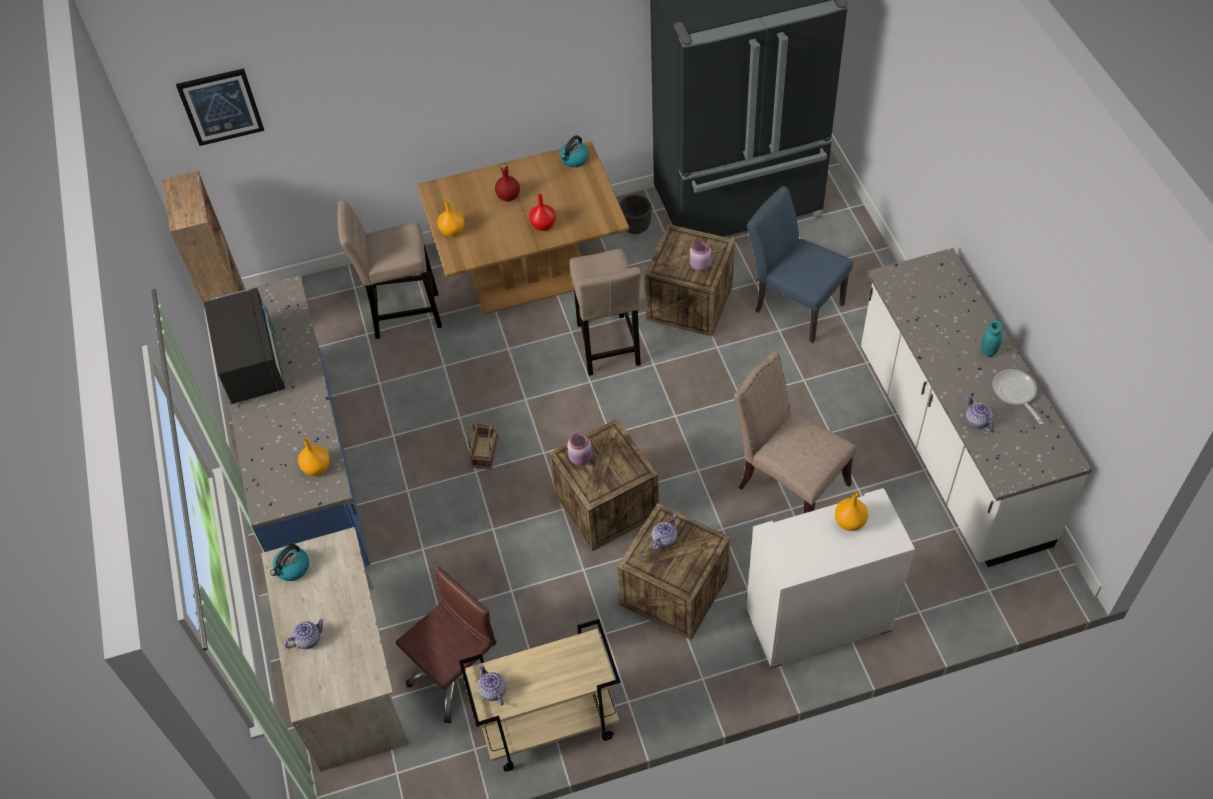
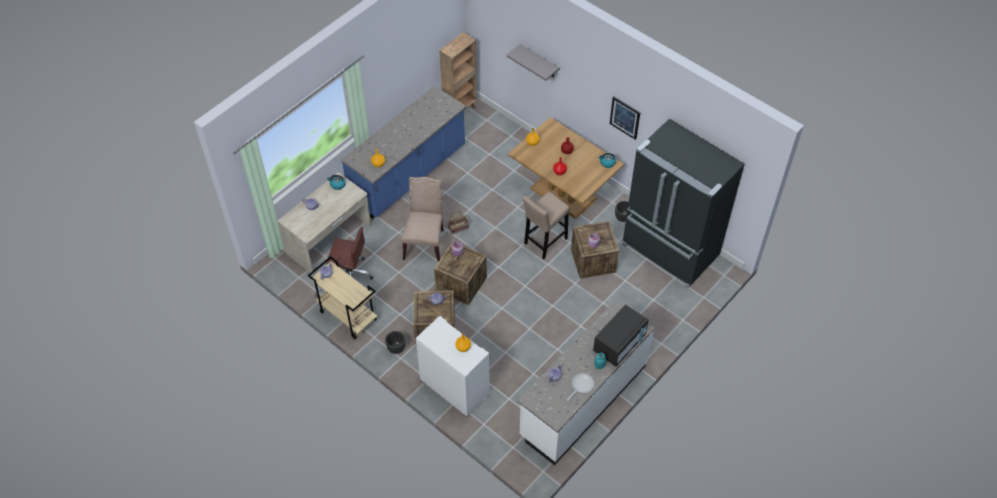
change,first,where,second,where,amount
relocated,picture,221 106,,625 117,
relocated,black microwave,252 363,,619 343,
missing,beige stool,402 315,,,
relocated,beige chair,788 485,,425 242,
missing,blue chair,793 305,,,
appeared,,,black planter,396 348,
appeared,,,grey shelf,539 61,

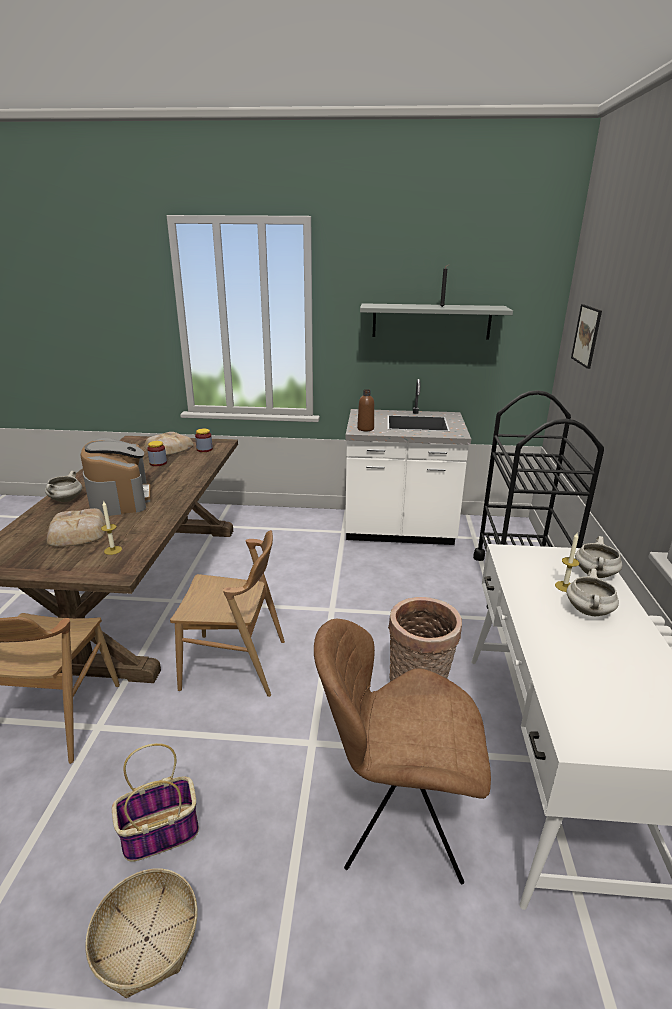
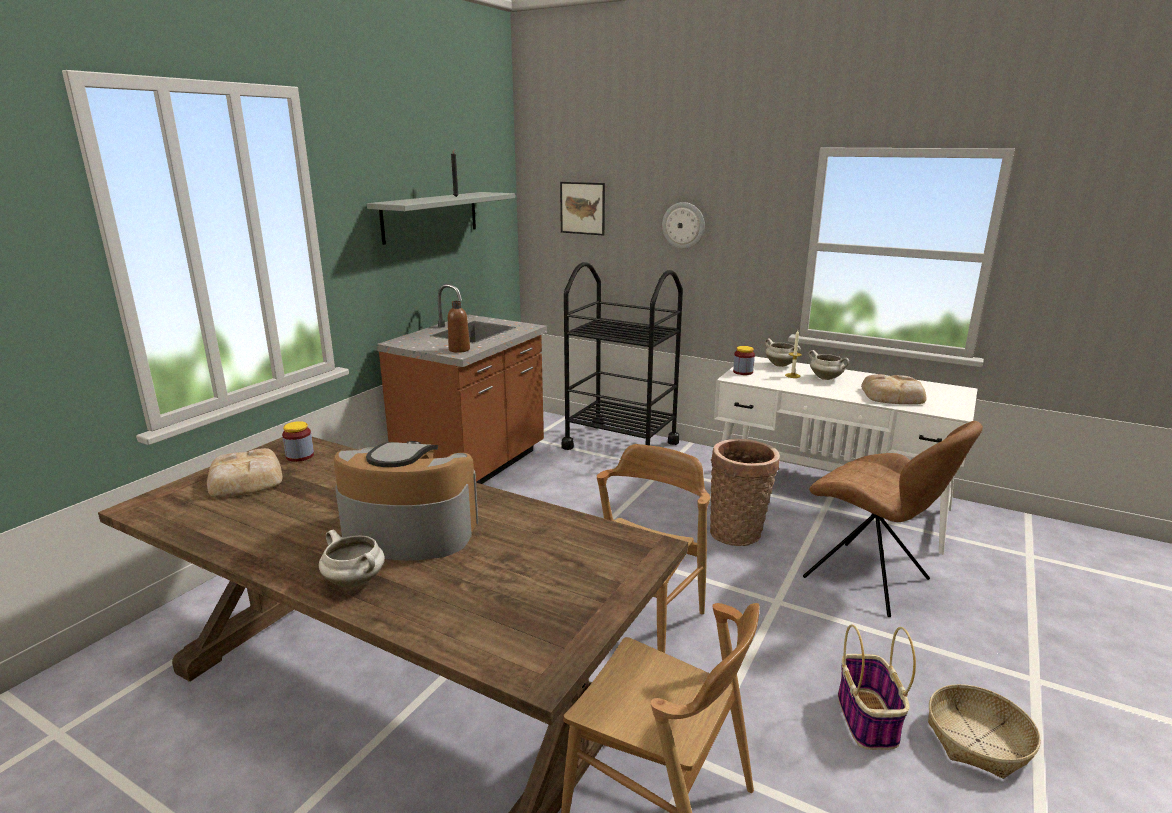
change,first,where,second,where,amount
relocated,bread,77 533,,894 396,
missing,candle,113 550,,,
relocated,jar,158 463,,743 372,
spun,brown chair,397 820,,870 580,75 degrees counterclockwise
colour,white counter,399 530,brown counter,474 467,
appeared,,,wall clock,683 225,

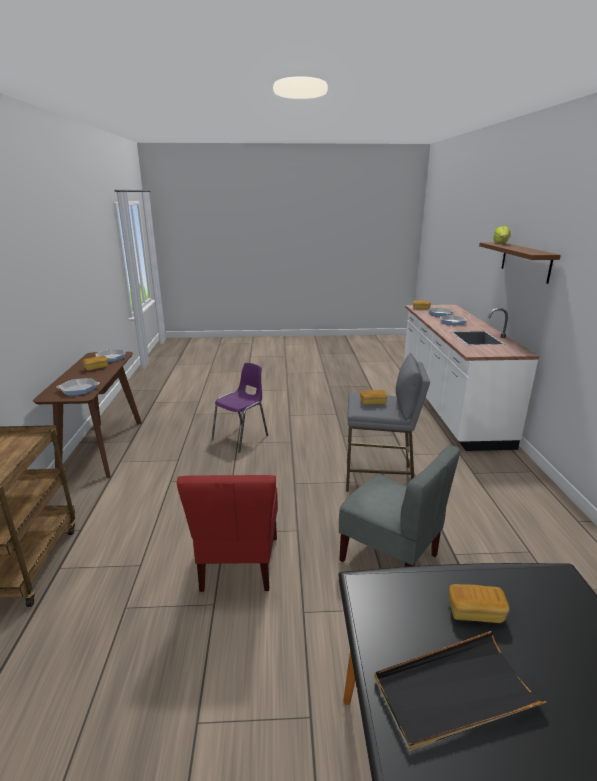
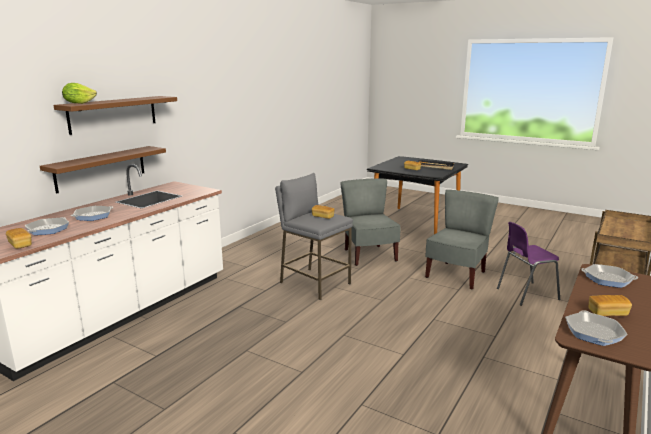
change,first,where,second,where,amount
colour,red chair,238 564,grey chair,457 275,
relocated,purple chair,241 437,,525 294,
appeared,,,brown shelf,101 168,

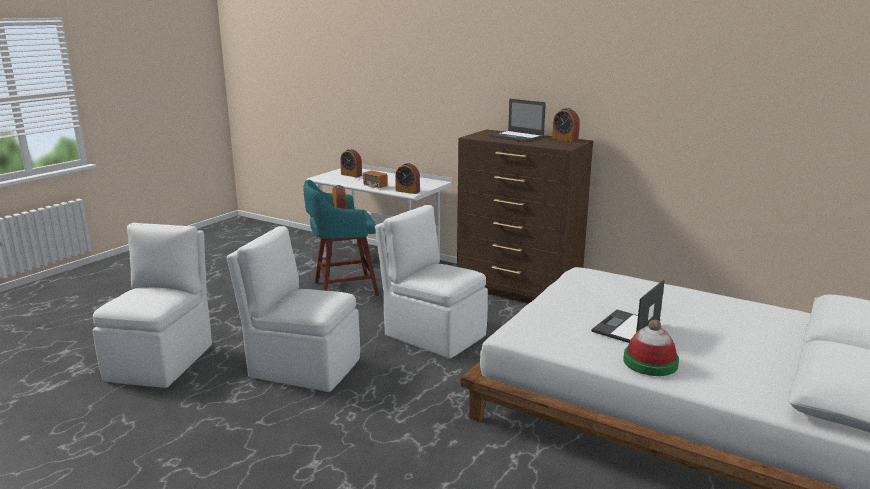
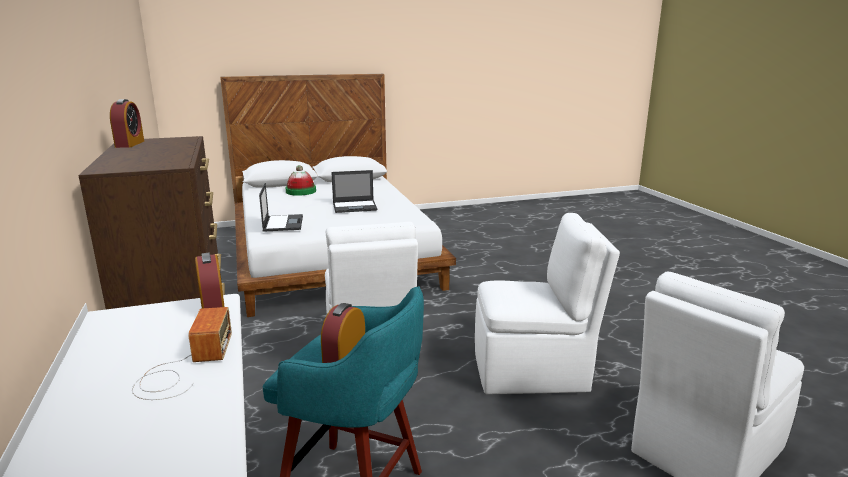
change,first,where,second,where,amount
spun,white chair,302 367,,533 371,60 degrees counterclockwise
missing,alarm clock,351 175,,,
relocated,laptop,517 137,,283 223,
relocated,hat,650 362,,301 191,

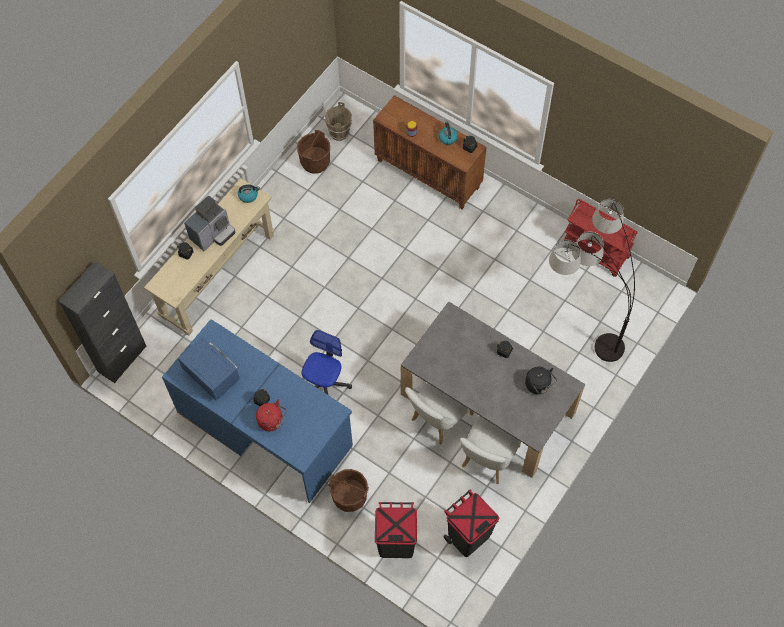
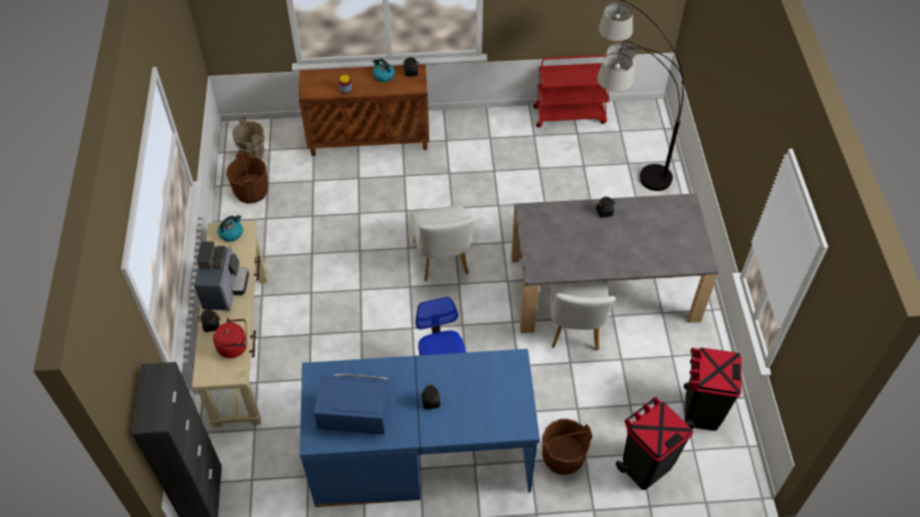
change,first,where,second,where,amount
relocated,red kettle,272 421,,235 346,
relocated,white chair,487 459,,442 261,
missing,black kettle,538 385,,,

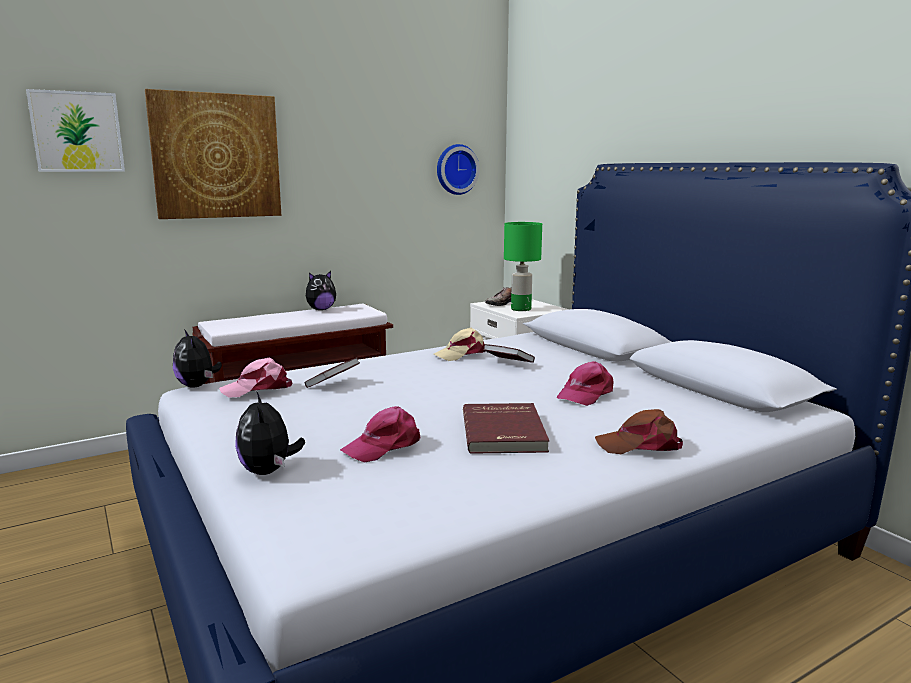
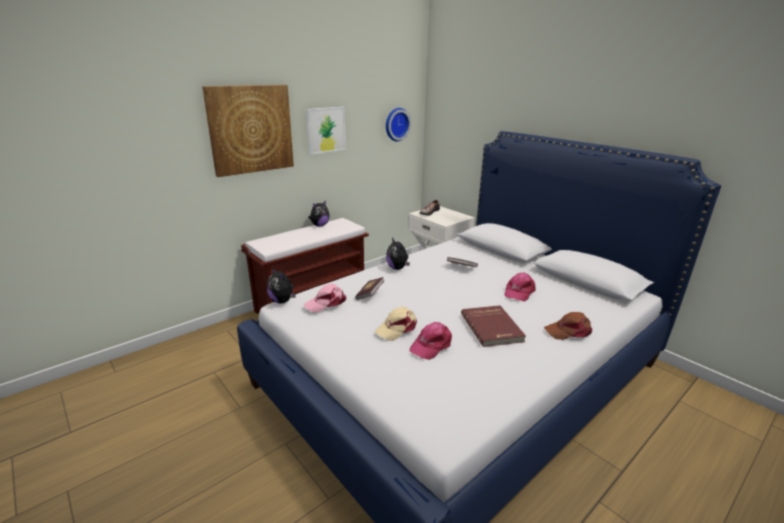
change,first,where,second,where,amount
relocated,picture,77 132,,326 130,
relocated,plush toy,269 471,,397 268,
relocated,beige cap,461 354,,397 328,
missing,green table lamp,520 309,,,

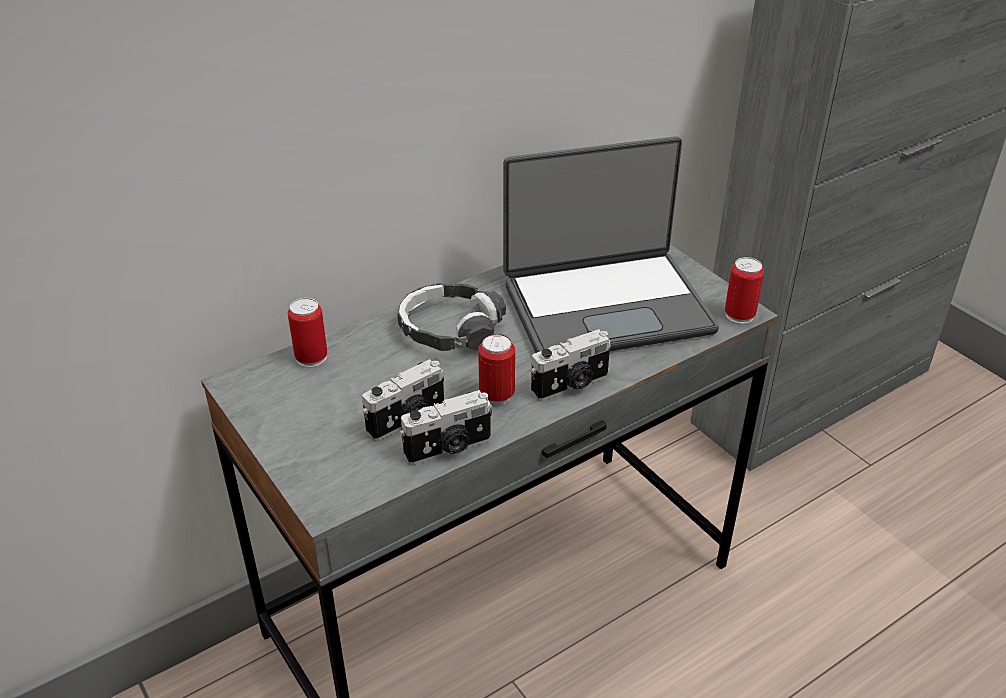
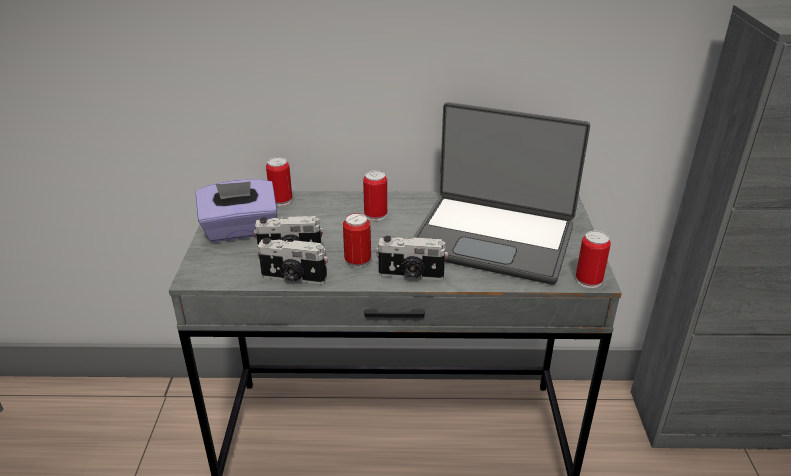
change,first,where,second,where,amount
exchanged,headphones,450 329,can,375 215,
appeared,,,purple tissue box,240 230,

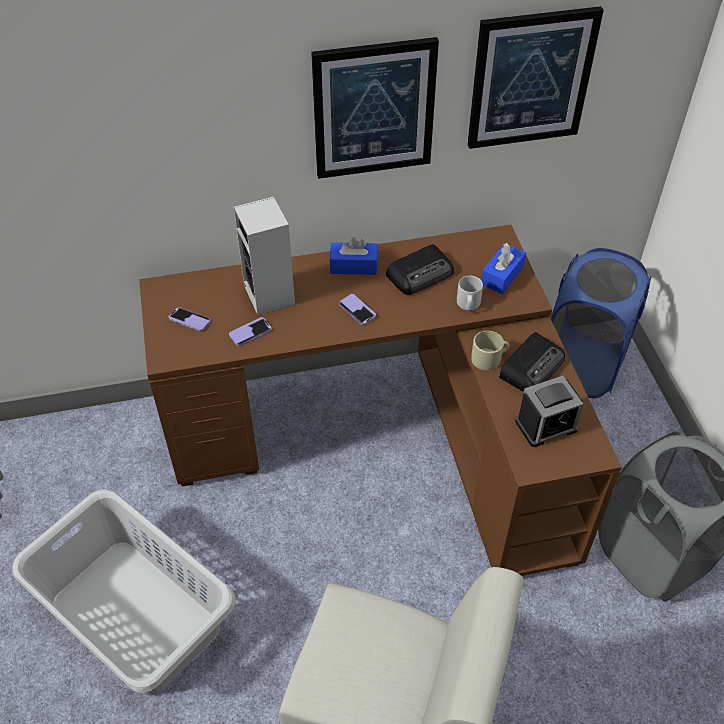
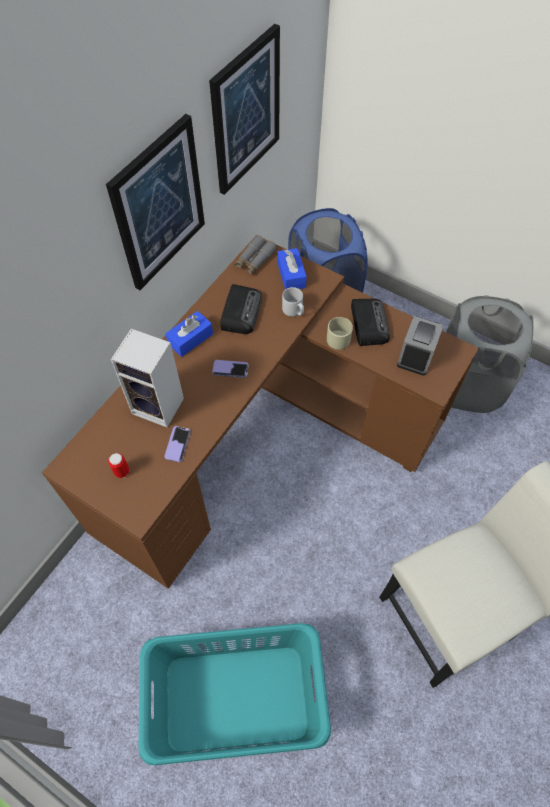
change,first,where,second,where,amount
colour,grey laundry basket,135 616,turquoise laundry basket,237 699,
exchanged,phone,189 320,can,122 471,
appeared,,,grey binoculars,254 260,

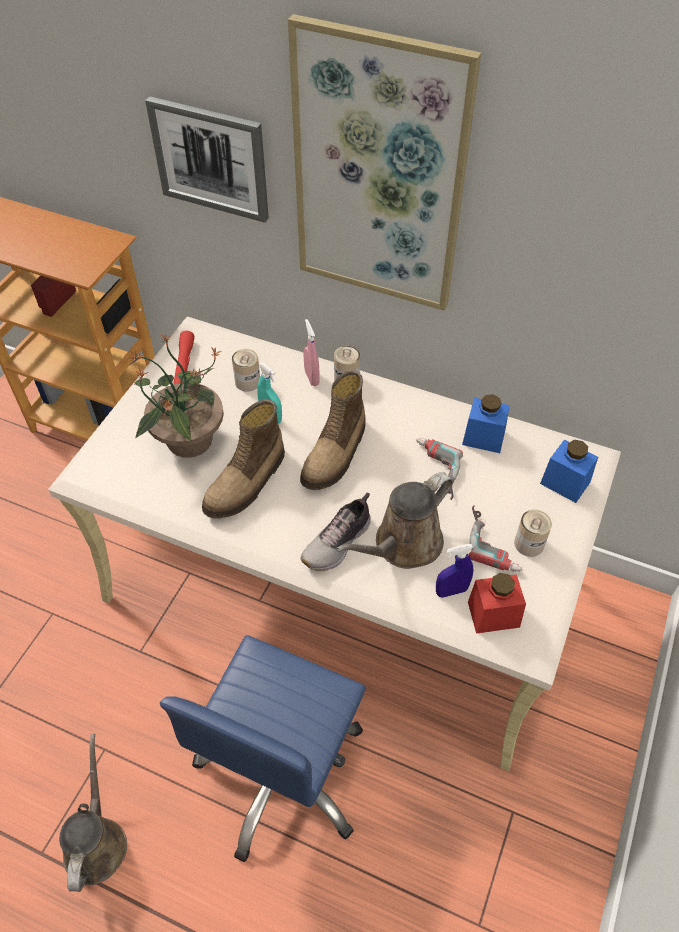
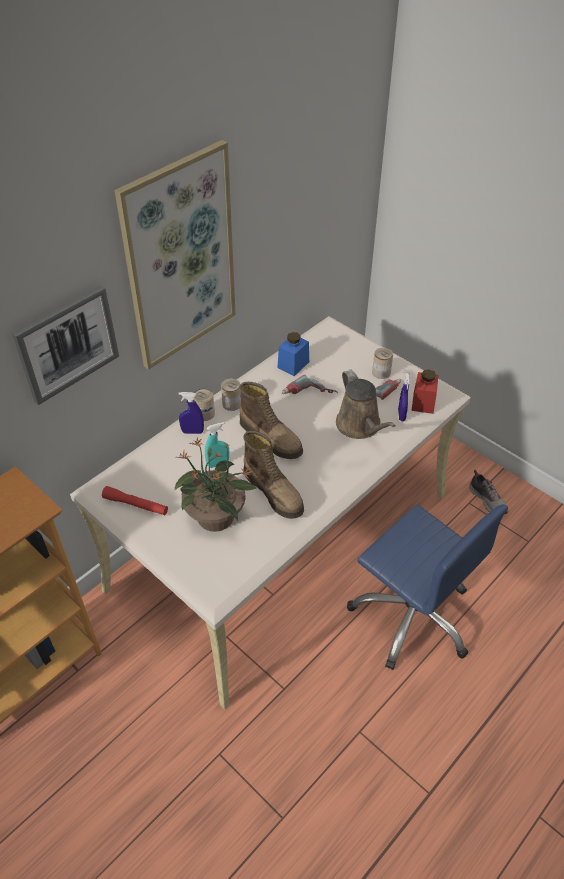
change,first,where,second,where,amount
missing,brown watering can,96 842,,,
relocated,can,247 382,,232 404,
relocated,shoe,338 543,,487 500,
colour,pink spray bottle,311 378,blue spray bottle,192 432,
missing,blue jar,565 483,,,

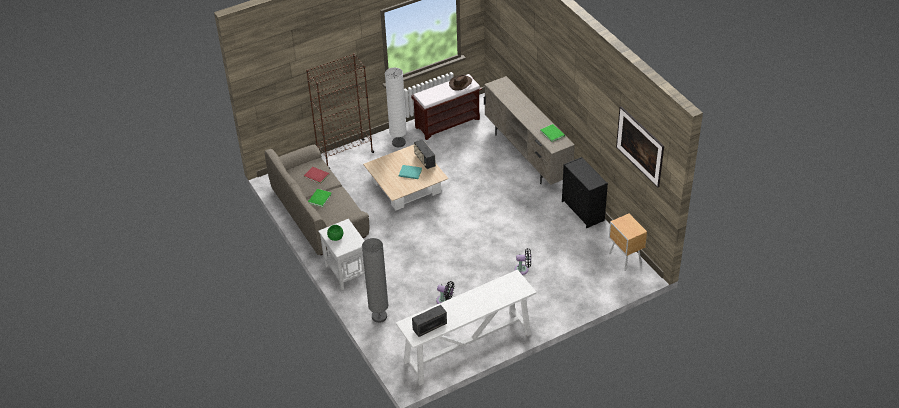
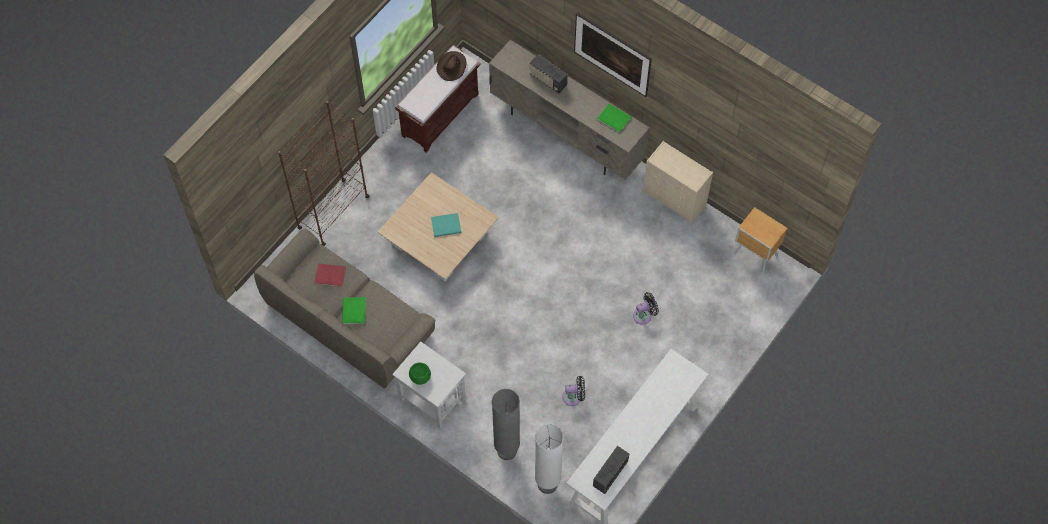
change,first,where,second,where,amount
relocated,white floor lamp,398 143,,547 484,
relocated,radio,424 160,,547 80,
colour,black dresser,583 211,beige dresser,675 199,
relocated,picture,639 156,,611 63,

